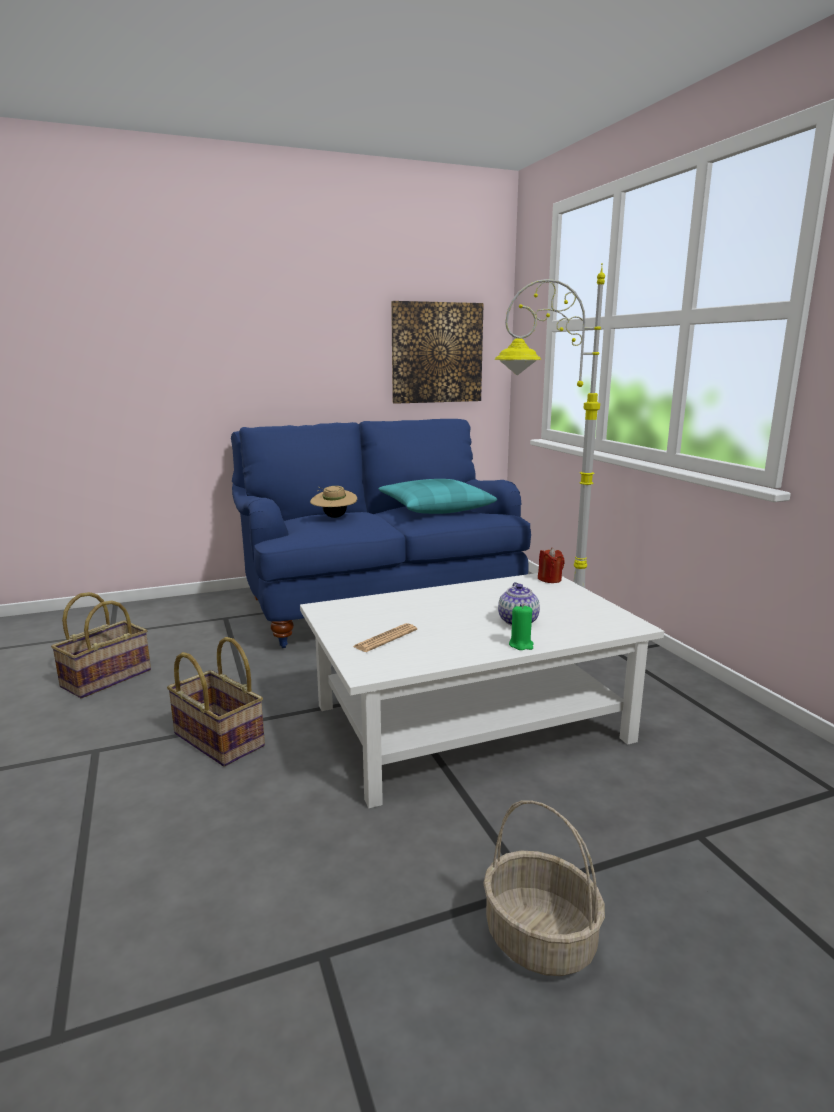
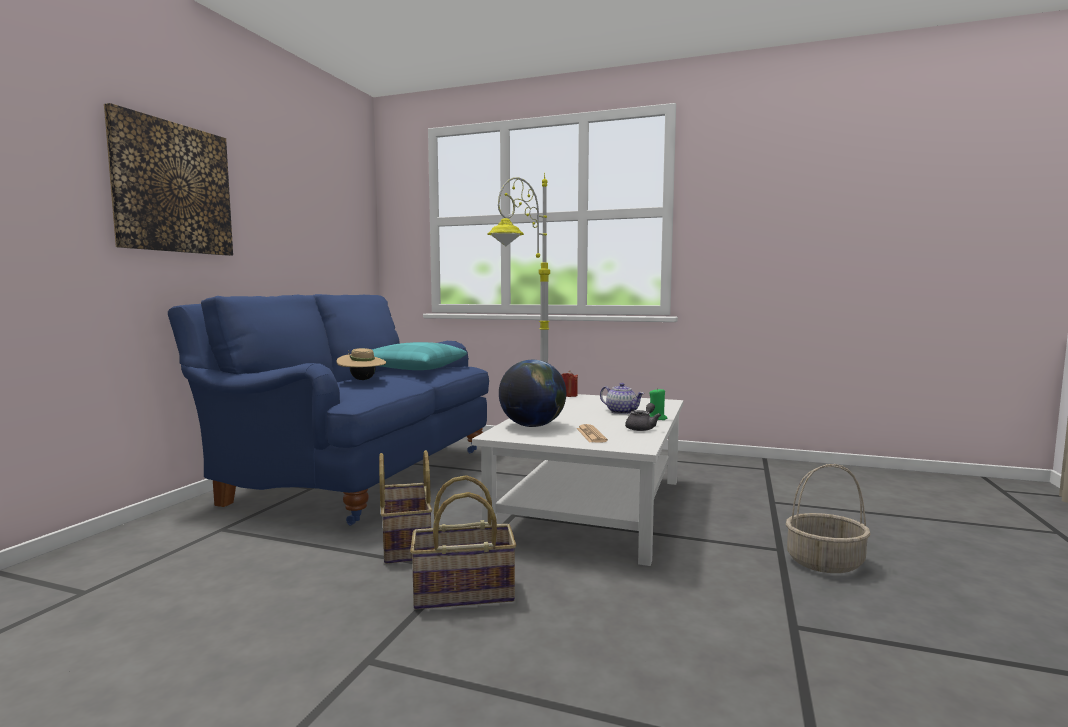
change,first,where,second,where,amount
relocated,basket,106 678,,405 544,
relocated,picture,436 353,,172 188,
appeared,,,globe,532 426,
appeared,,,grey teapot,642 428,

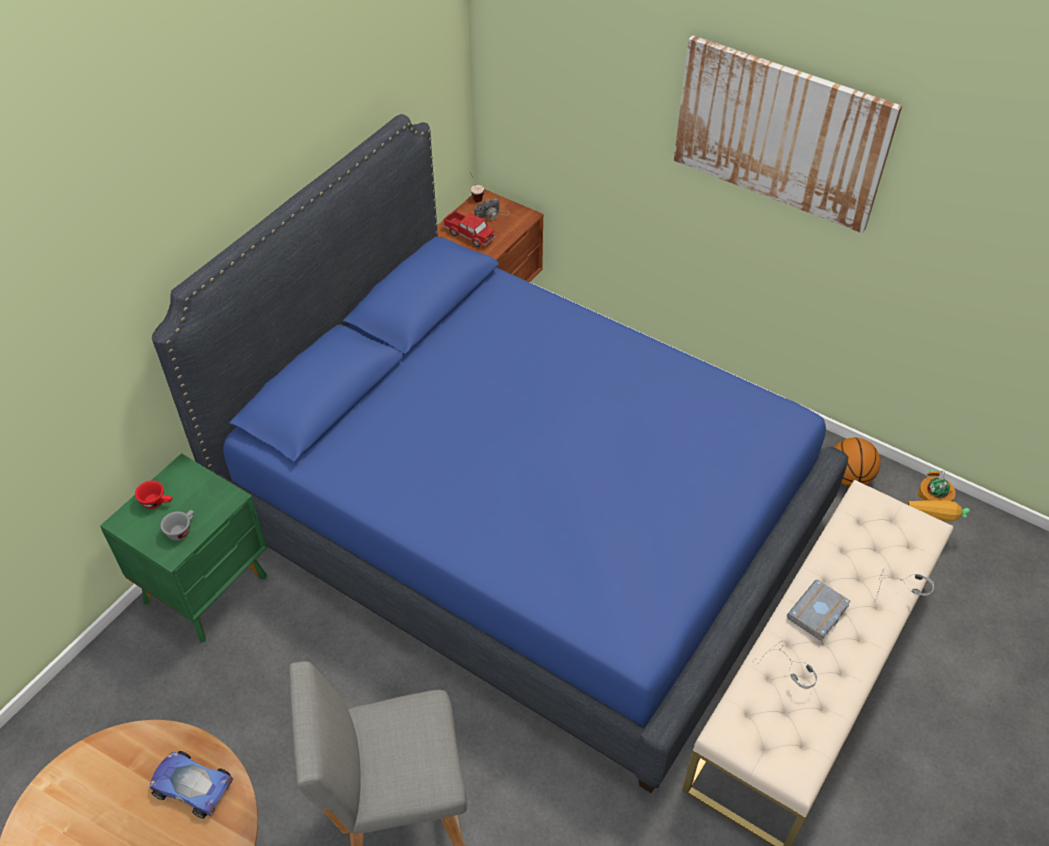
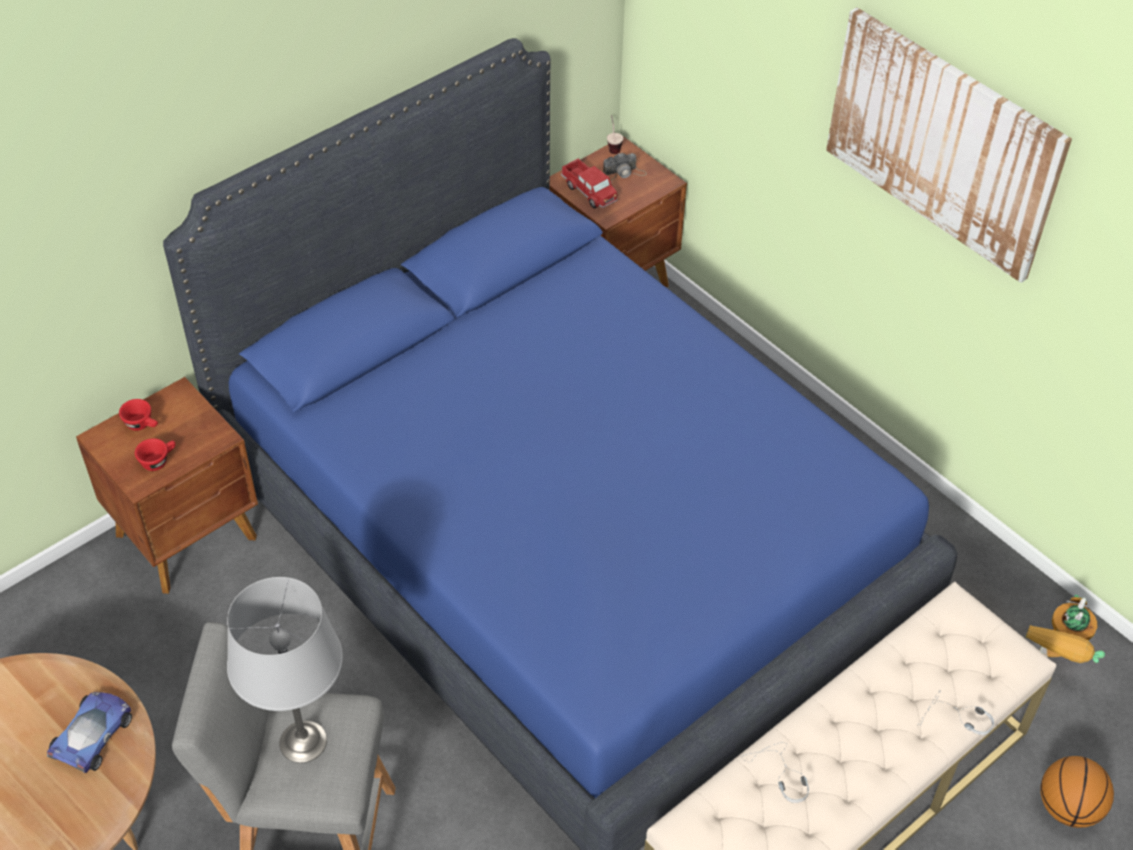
change,first,where,second,where,amount
colour,green nightstand,208 589,brown nightstand,189 537,
spun,toy car,192 786,,93 735,75 degrees clockwise
colour,grey cup,182 530,red cup,158 460,
missing,grey book,818 614,,,
relocated,basketball,848 477,,1067 808,
appeared,,,grey table lamp,303 742,

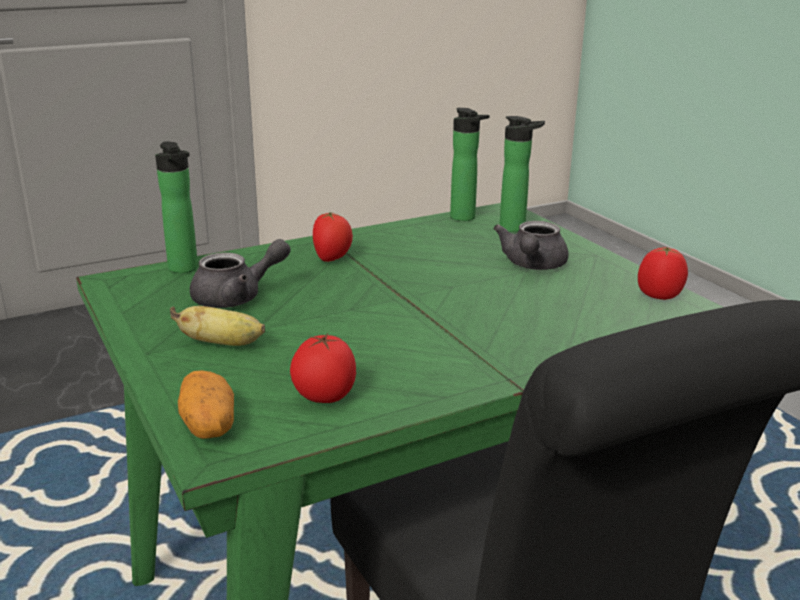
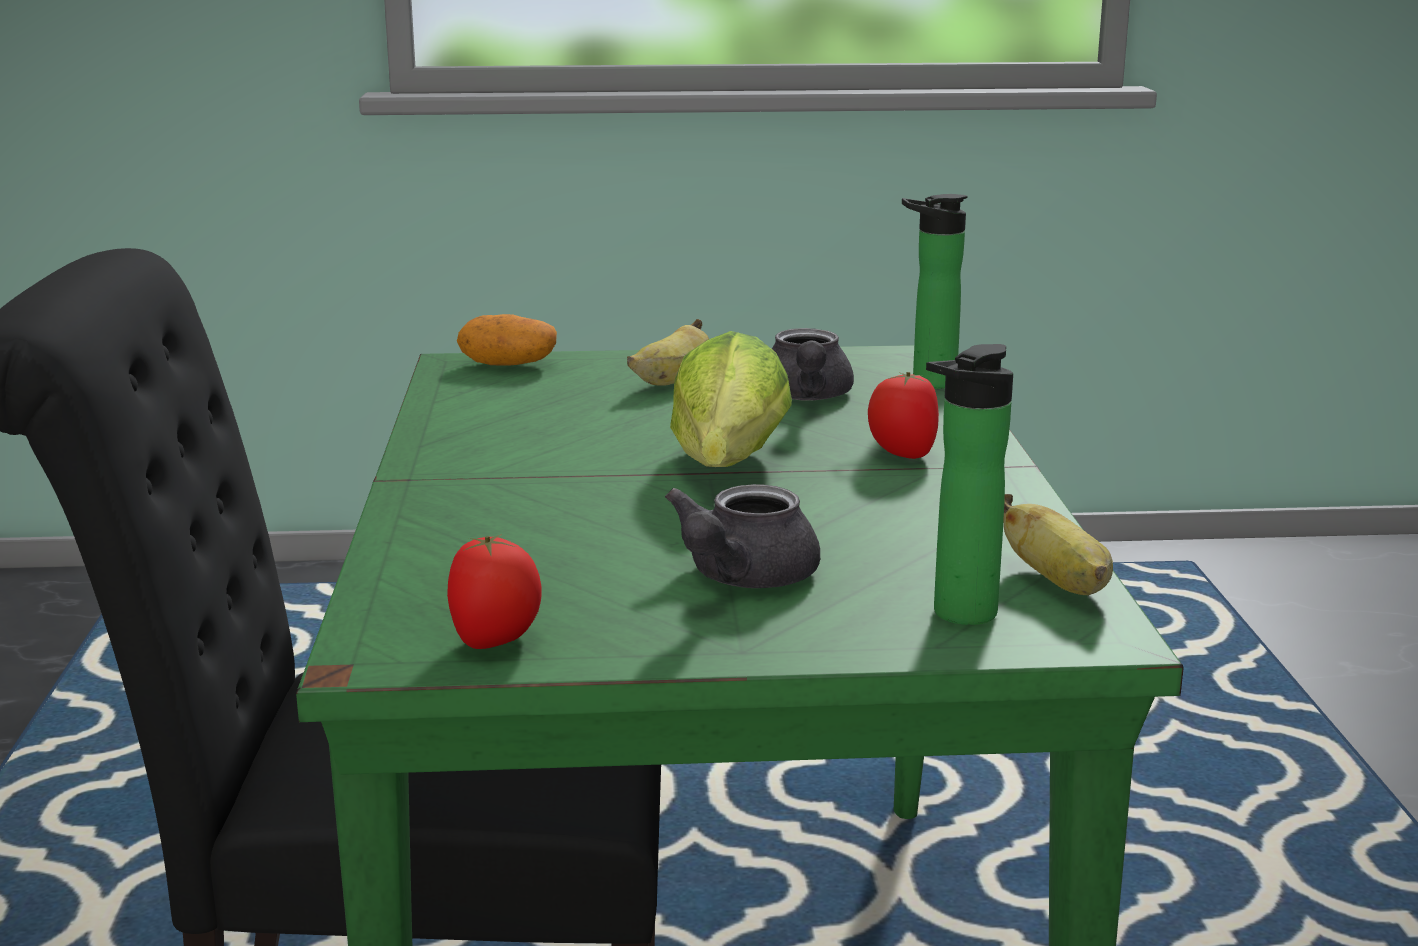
change,first,where,second,where,amount
missing,tomato,323 398,,,
exchanged,bottle,465 218,banana,1059 584,
spun,grey teapot,532 266,,741 578,105 degrees counterclockwise
appeared,,,lettuce,721 473,

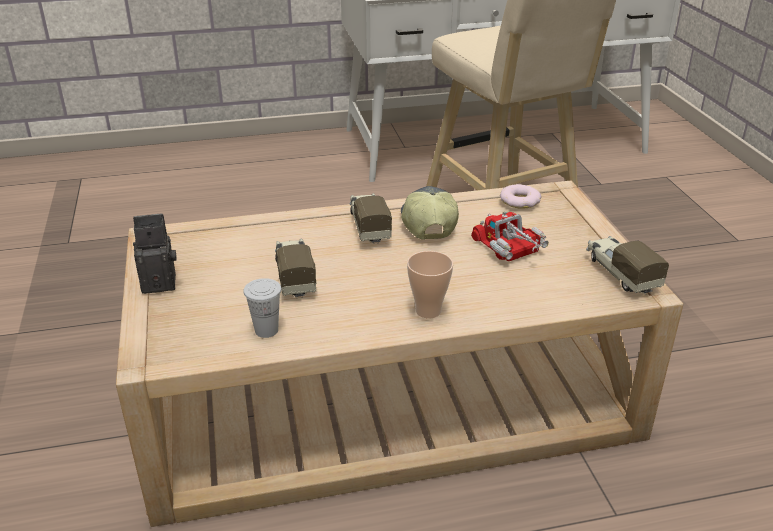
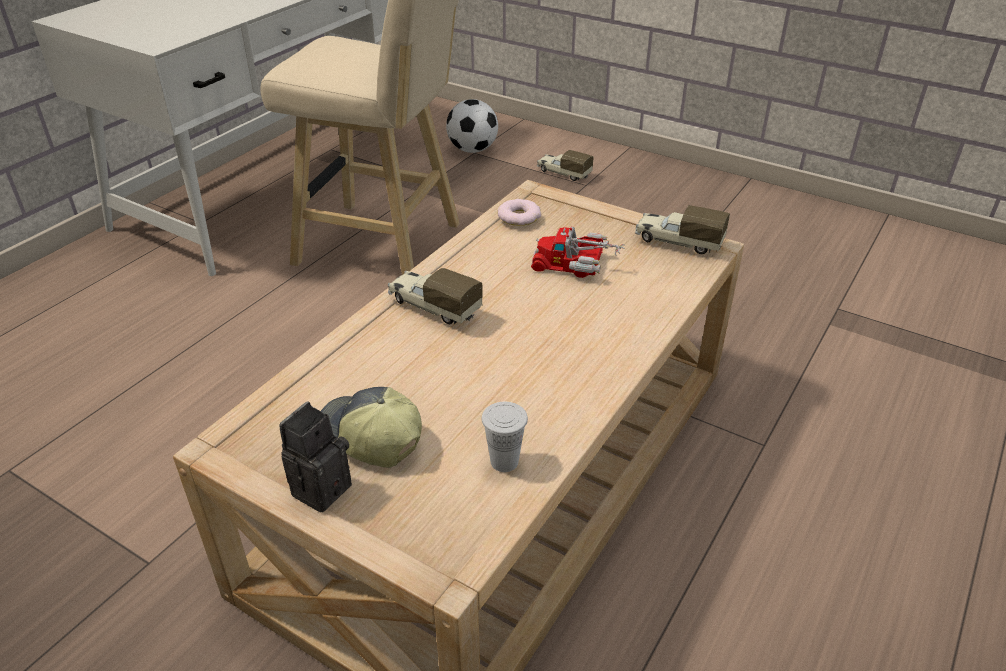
change,first,where,second,where,amount
relocated,toy truck,295 276,,563 173,
relocated,cap,427 223,,369 437,
missing,cup,428 311,,,
appeared,,,football,472 150,

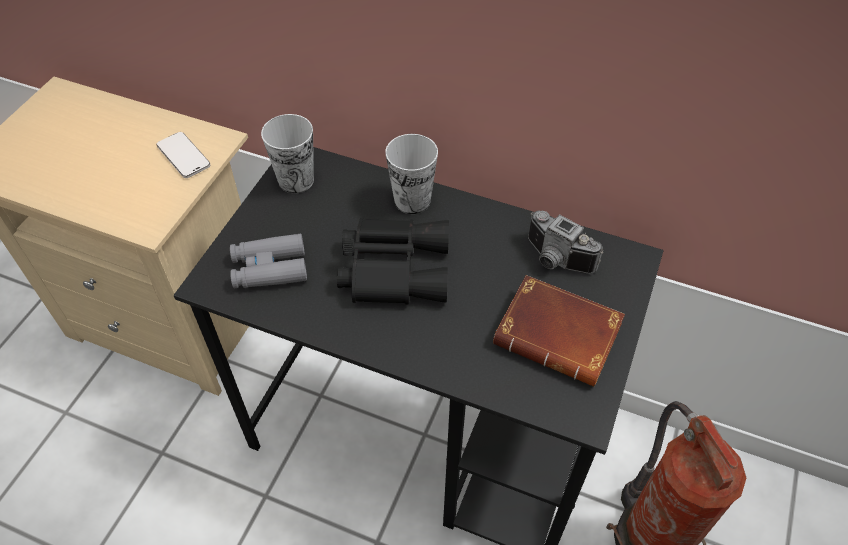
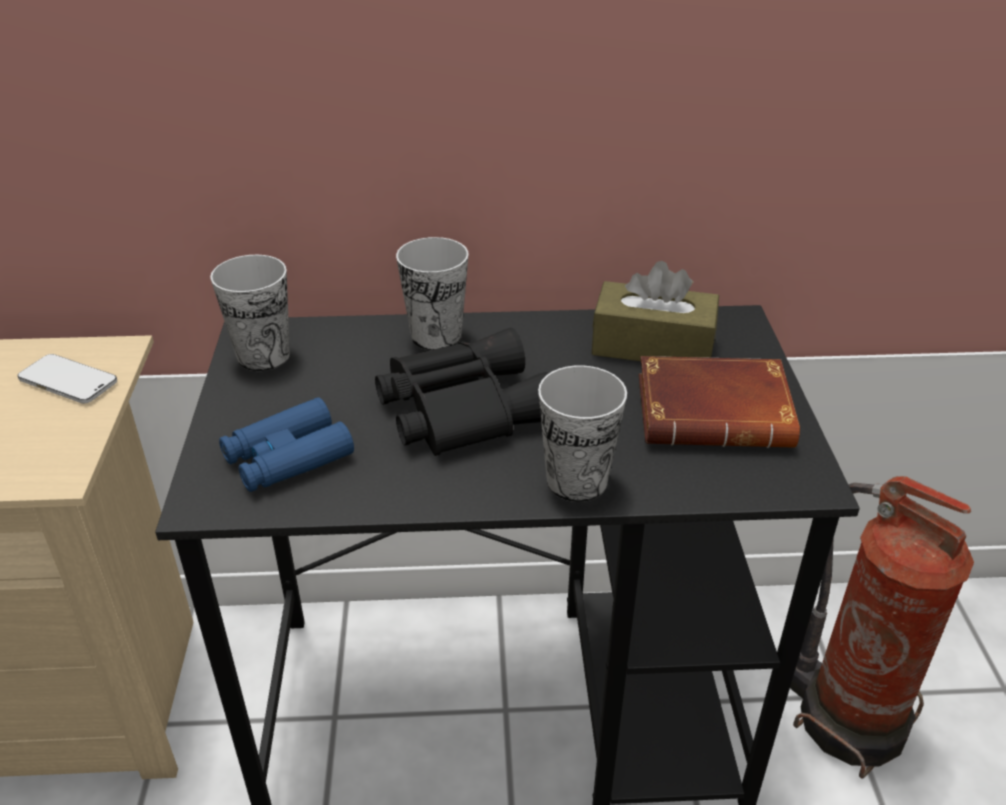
change,first,where,second,where,amount
colour,grey binoculars,269 268,blue binoculars,287 457,
exchanged,photo camera,555 260,brown tissue box,652 346,
appeared,,,cup,576 481,

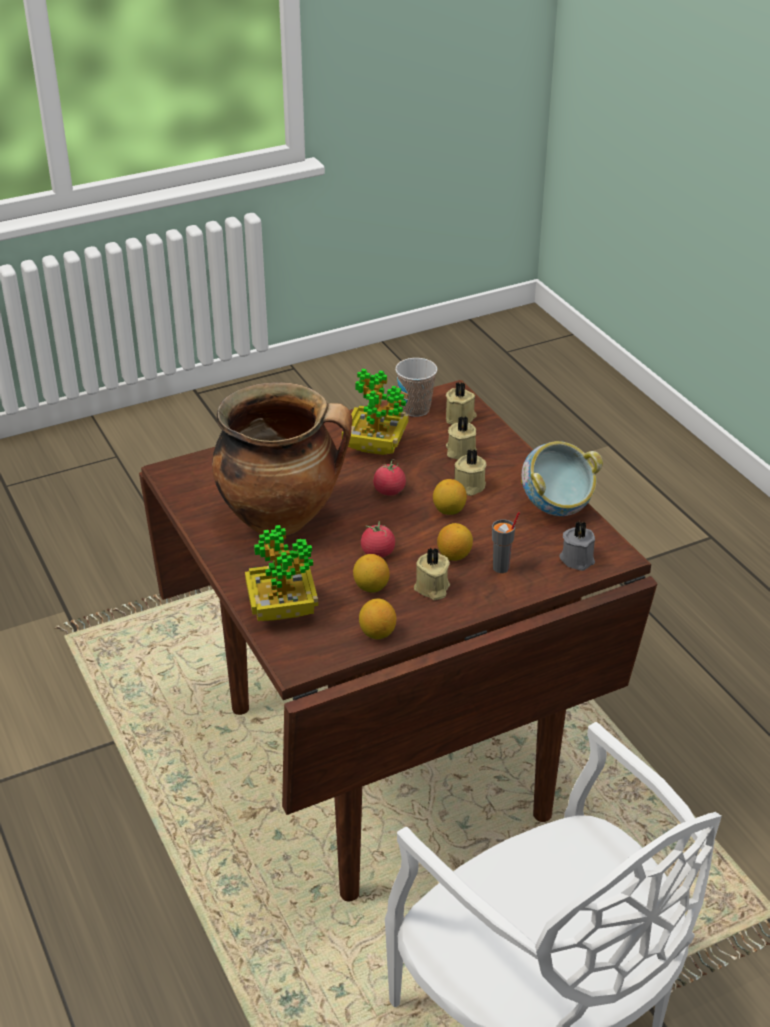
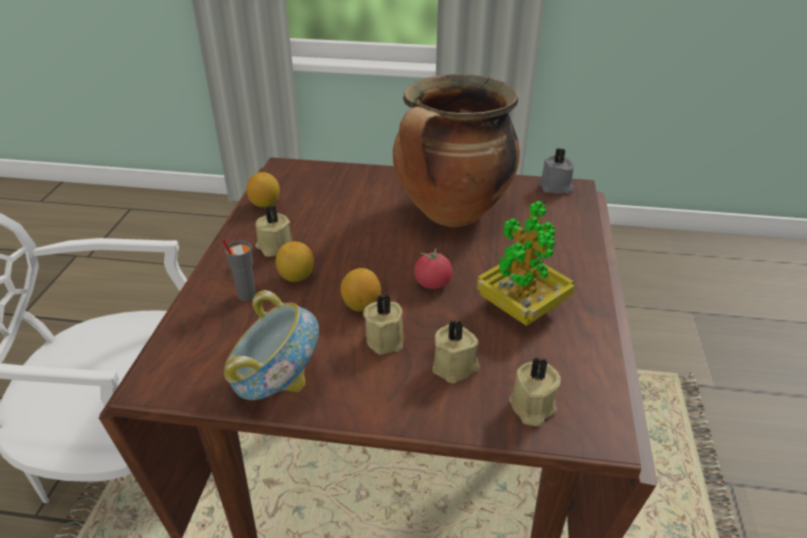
change,first,where,second,where,amount
missing,potted plant,282 609,,,
missing,lemon,371 587,,,
missing,tomato,378 553,,,
missing,cup,415 409,,,
relocated,grey candle,577 558,,556 187,

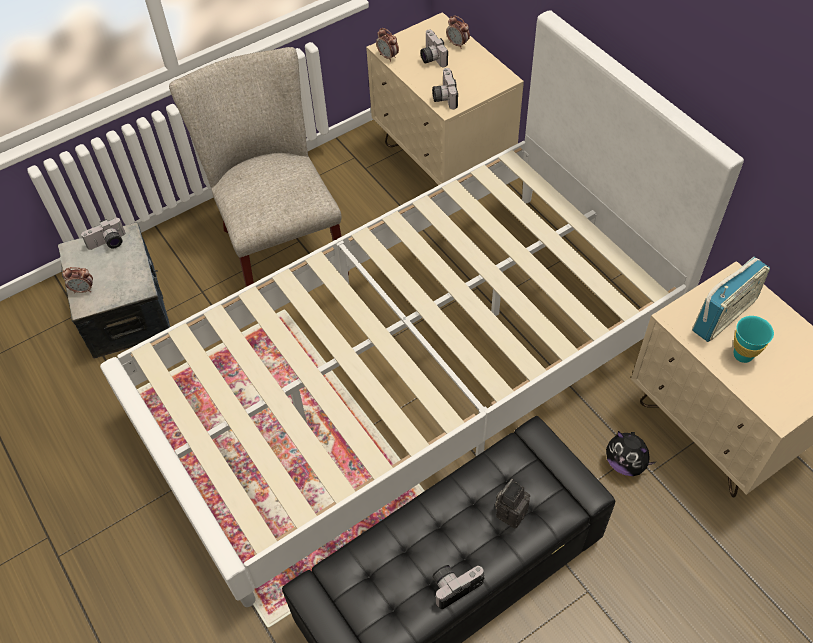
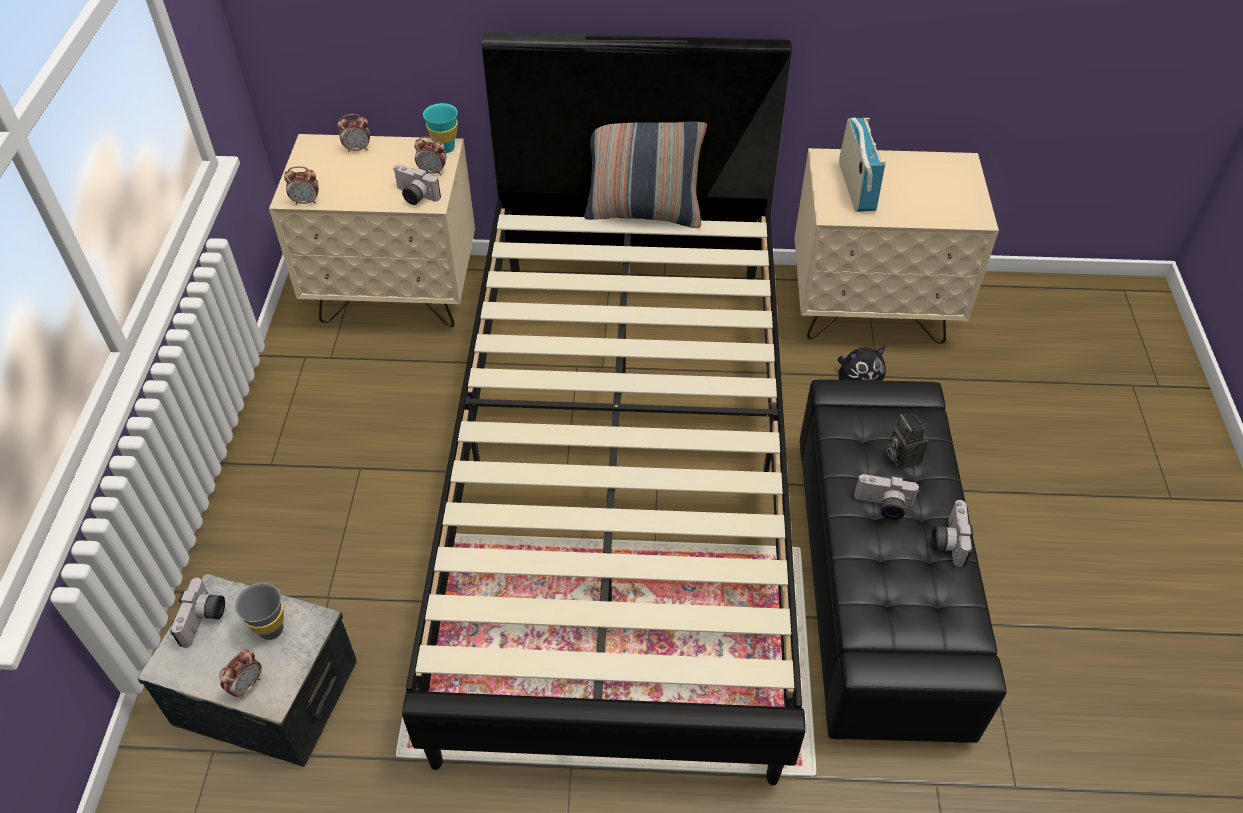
change,first,where,second,where,amount
colour,white bed,409 372,black bed,621 475,
missing,beige chair,279 246,,,
relocated,photo camera,431 57,,883 506,
relocated,turquoise cup,743 355,,445 148,
appeared,,,grey cup,271 629,
appeared,,,alarm clock,433 171,
appeared,,,pillow,644 212,

